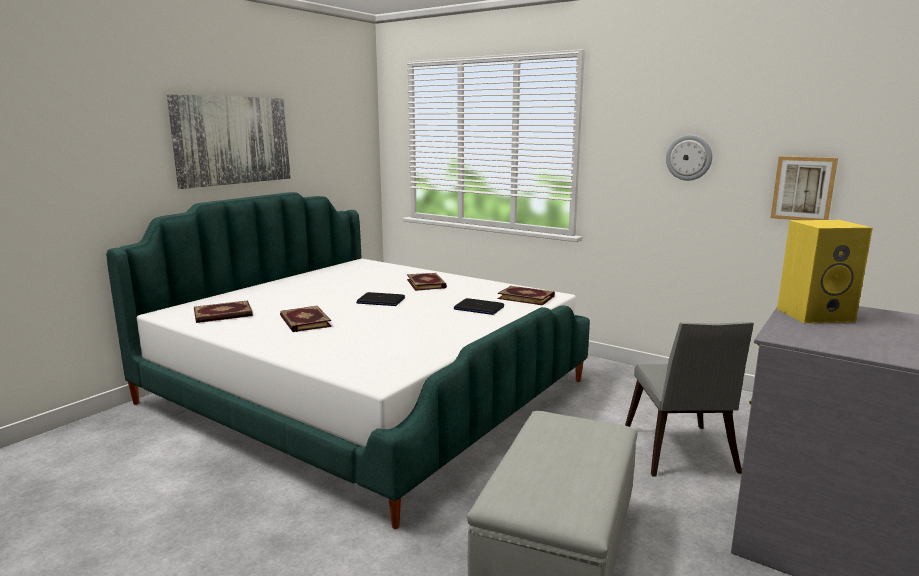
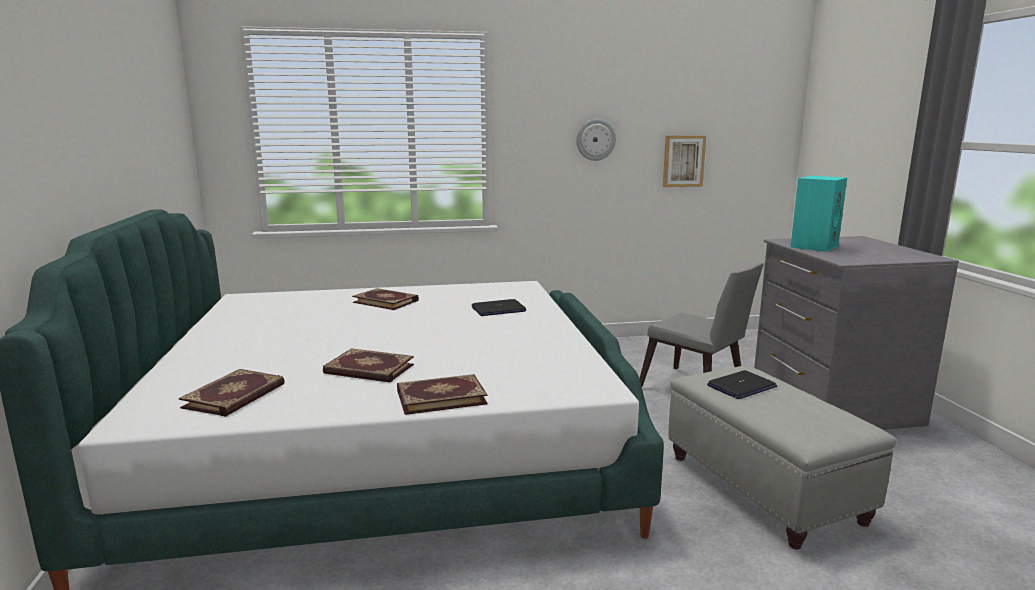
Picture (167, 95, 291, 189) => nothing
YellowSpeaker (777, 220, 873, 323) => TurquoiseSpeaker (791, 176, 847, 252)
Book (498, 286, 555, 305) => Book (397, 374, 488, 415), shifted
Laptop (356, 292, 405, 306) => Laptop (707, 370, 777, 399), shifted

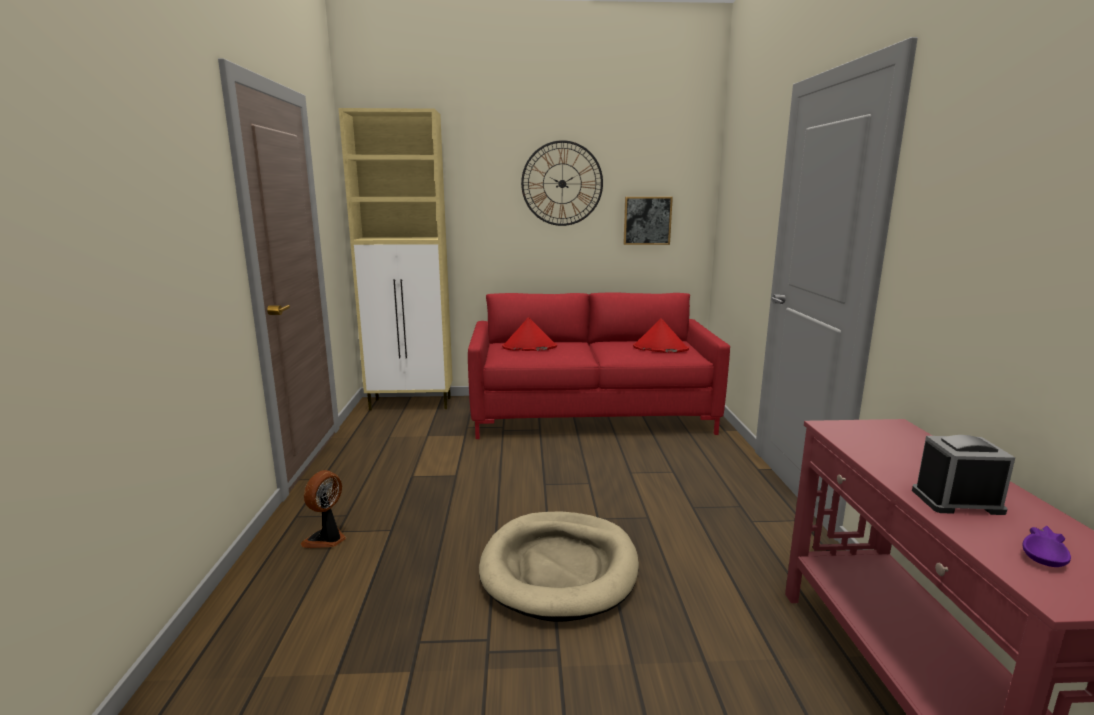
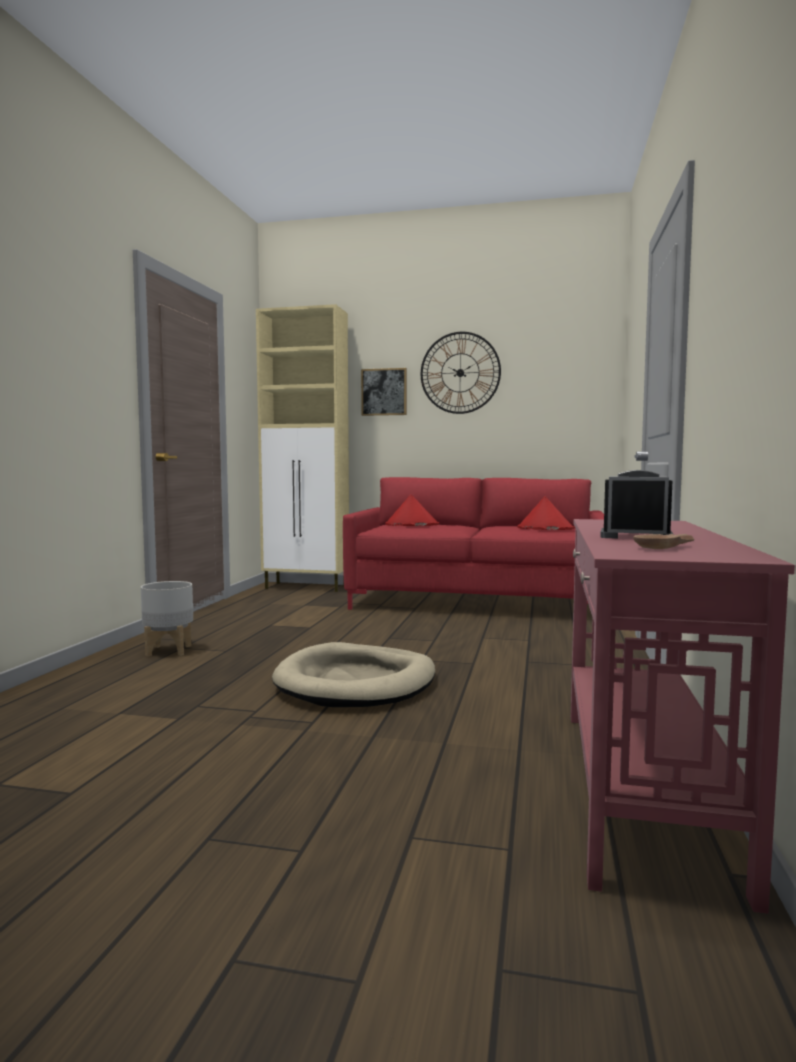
Picture (623, 197, 673, 245) => Picture (361, 368, 407, 416), shifted
Fan (301, 470, 346, 548) => GreyPlanter (141, 581, 193, 657)
PurpleBowl (1022, 526, 1071, 567) => BrownBowl (633, 534, 694, 549)

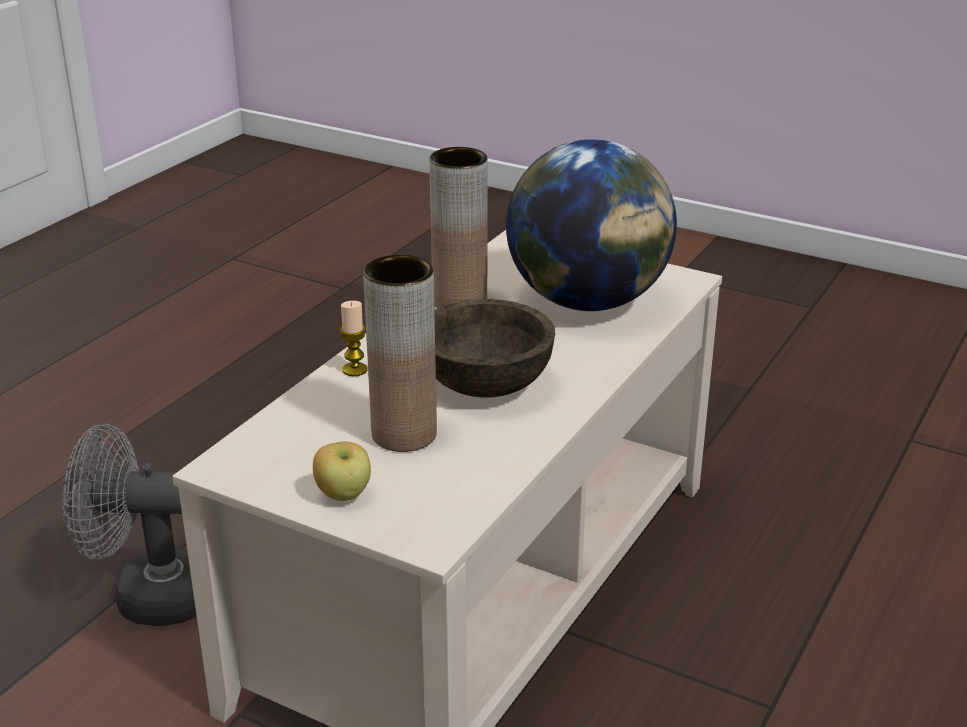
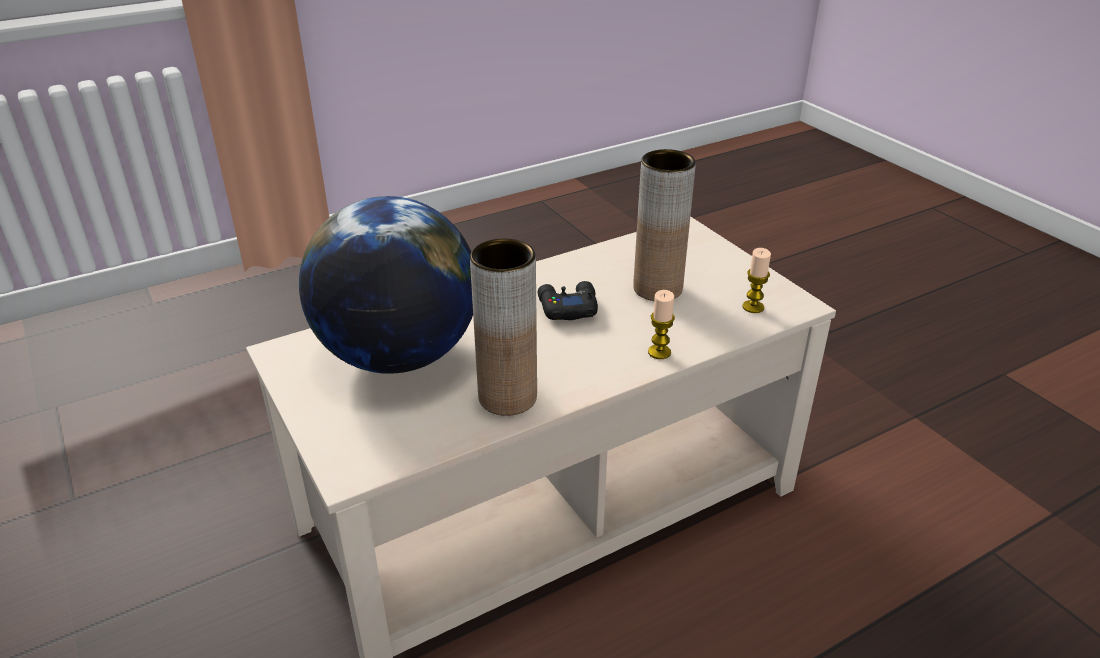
BrownBowl (434, 299, 555, 397) => BlackGameController (538, 281, 598, 320)
GreyFan (62, 424, 197, 626) => nothing
Apple (313, 441, 371, 501) => nothing
nothing => Candle (743, 248, 771, 313)

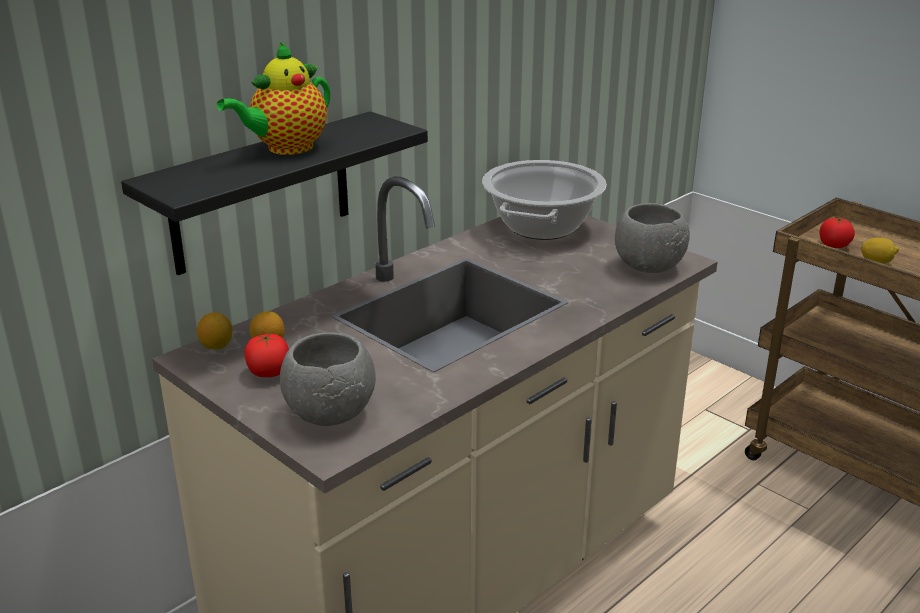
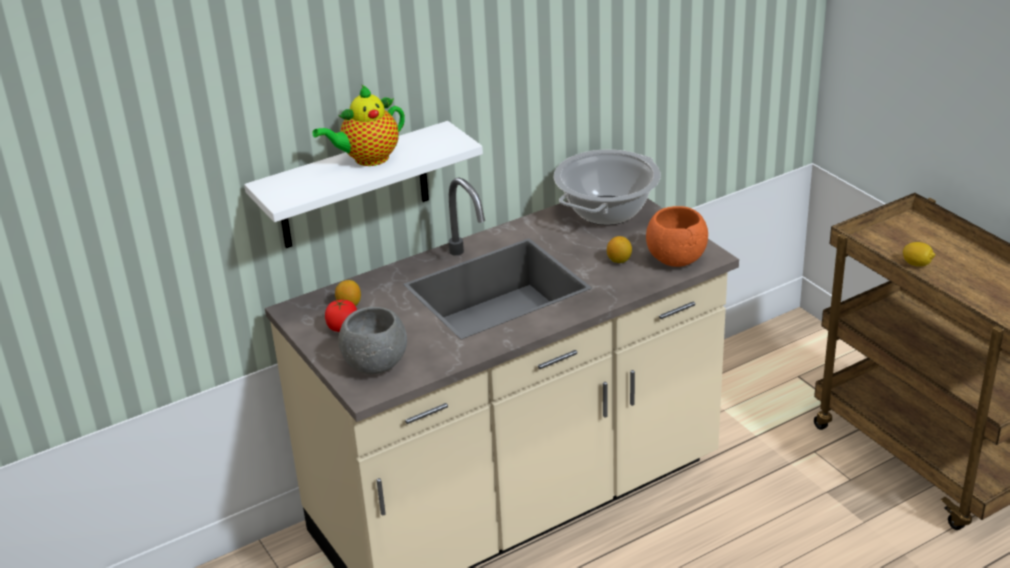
BlackShelf (121, 111, 428, 275) => WhiteShelf (244, 121, 483, 248)
GreyBowl (615, 203, 690, 273) => OrangeBowl (646, 206, 708, 267)
Tomato (819, 218, 855, 248) => nothing
Lemon (197, 312, 232, 349) => Lemon (607, 236, 632, 263), shifted

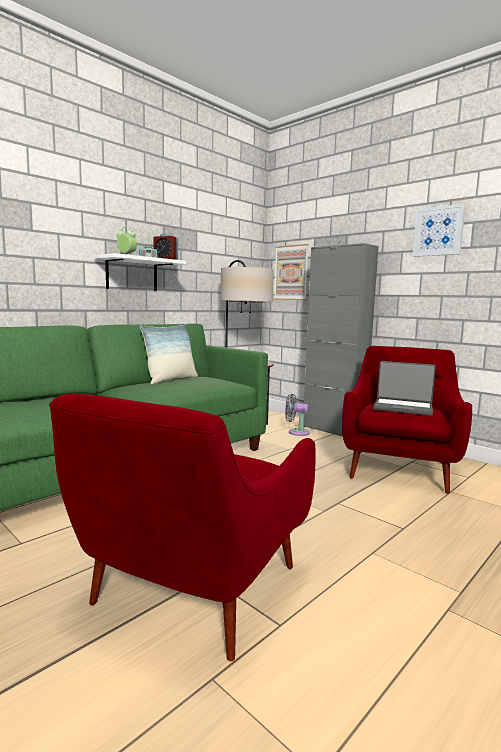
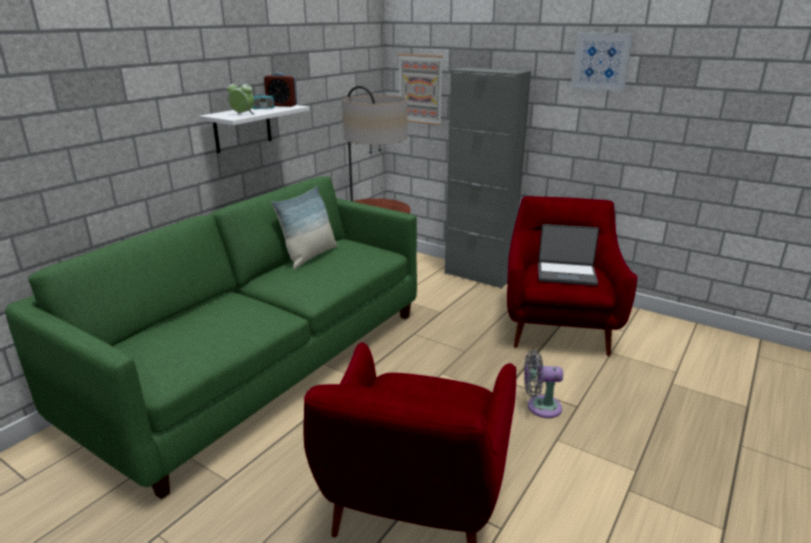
GreyFan (285, 394, 310, 436) => GreyFan (524, 350, 563, 418), shifted

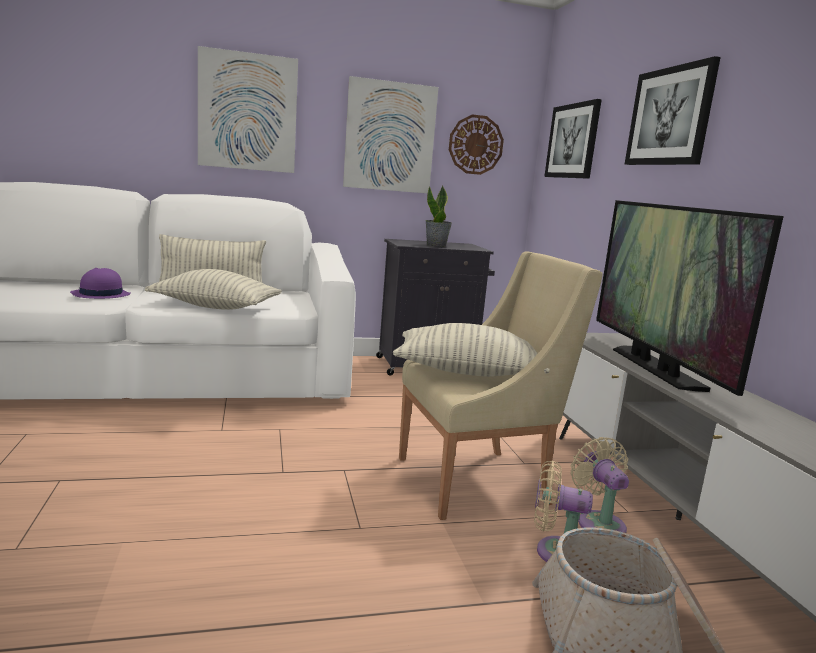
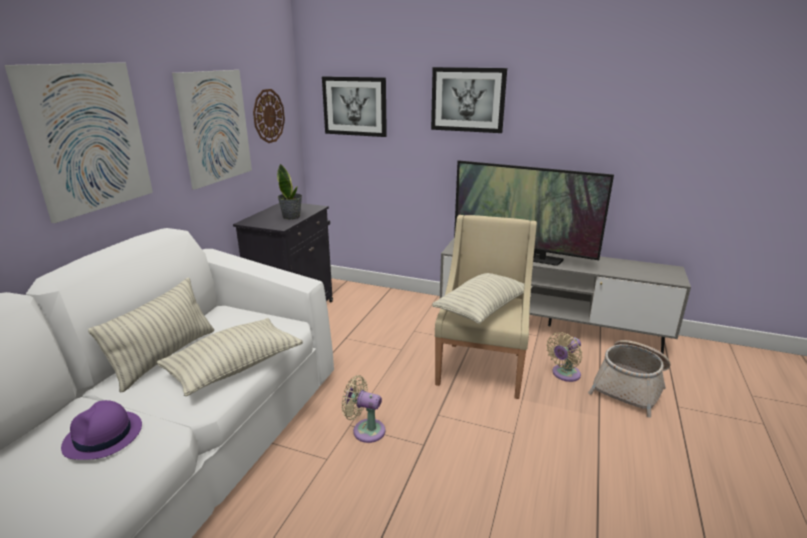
BeigeFan (571, 437, 629, 533) => BeigeFan (341, 375, 386, 443), shifted

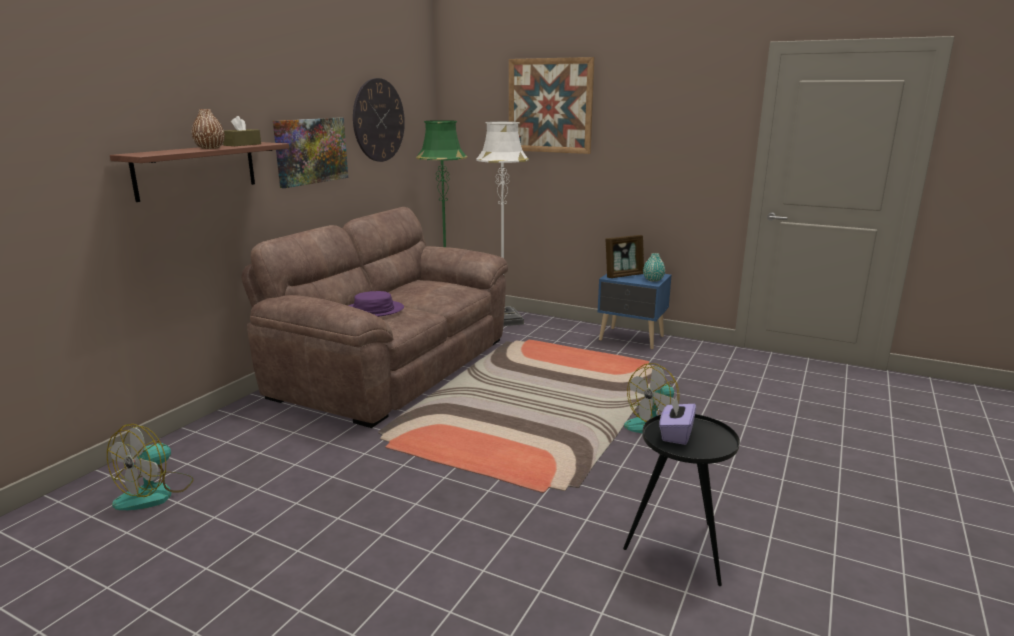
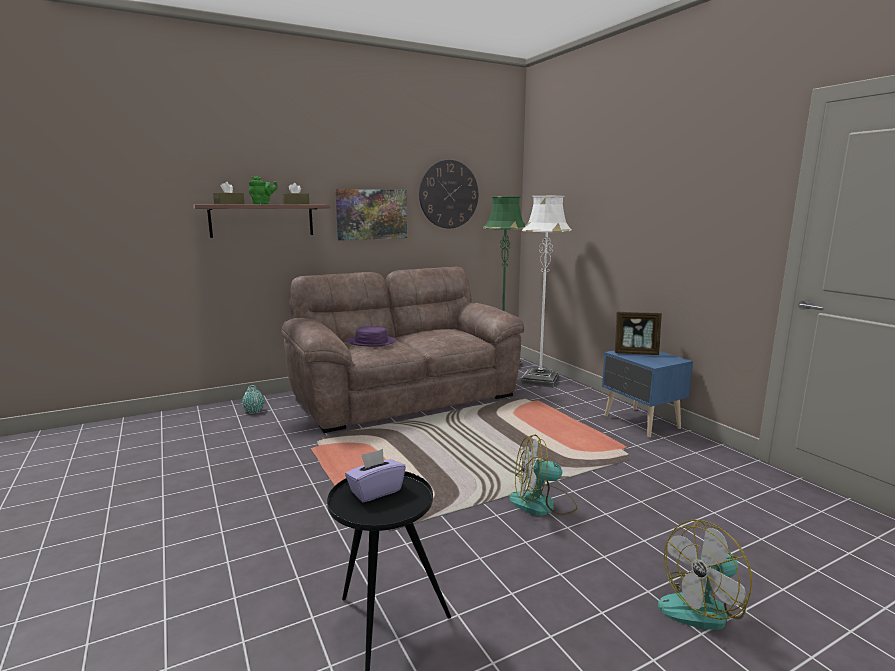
Picture (509, 57, 595, 154) => nothing
BrownVase (192, 109, 225, 149) => GreenTeapot (248, 176, 278, 204)
TurquoiseVase (643, 253, 665, 282) => TurquoiseVase (242, 385, 264, 413), shifted
Fan (107, 424, 194, 510) => Fan (658, 520, 752, 630), shifted
nothing => BrownTissueBox (213, 182, 244, 204)

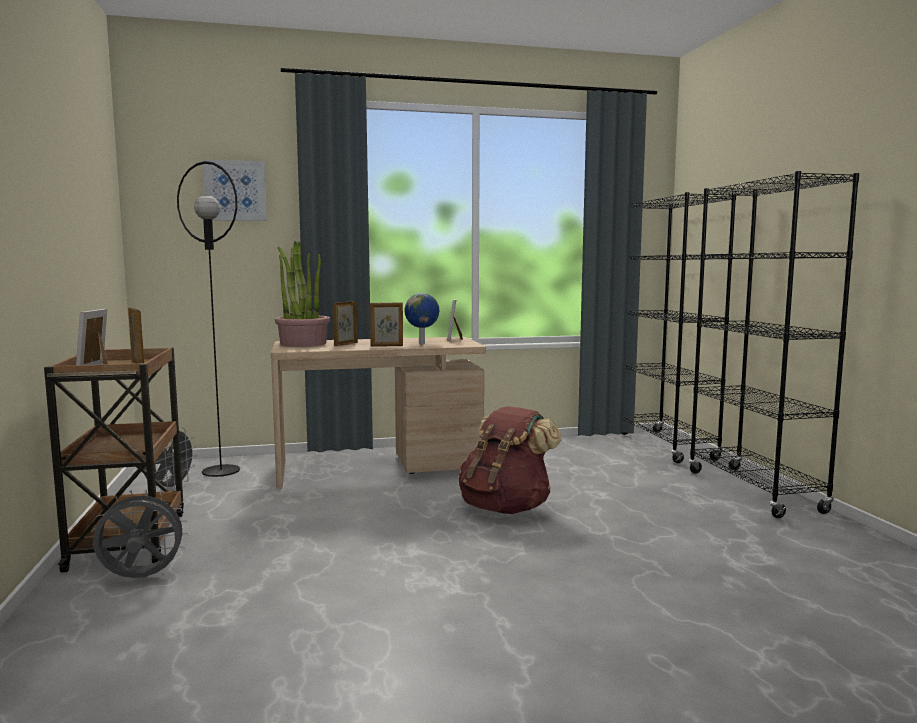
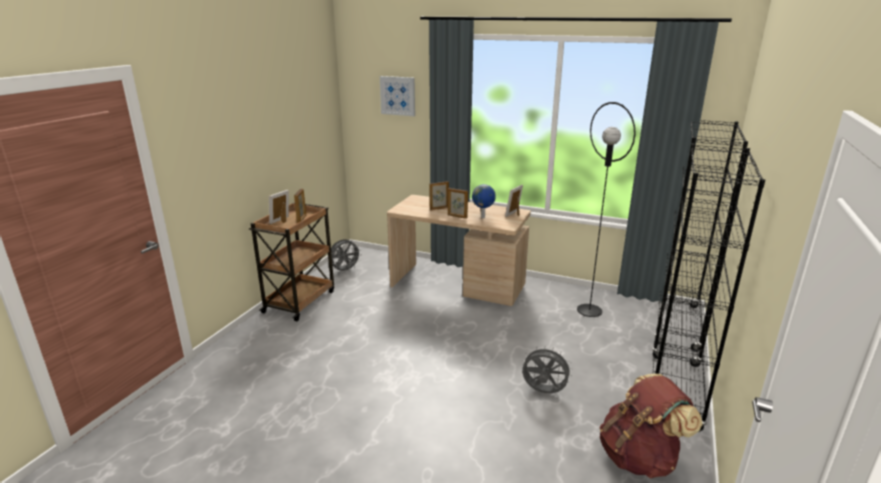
BlackFloorLamp (177, 161, 240, 477) => BlackFloorLamp (577, 102, 636, 317), shifted
PottedPlant (275, 241, 330, 346) => nothing
BrownBackpack (458, 406, 562, 514) => BrownBackpack (599, 374, 703, 478), shifted
GreyFan (91, 489, 189, 578) => GreyFan (521, 346, 573, 393), shifted

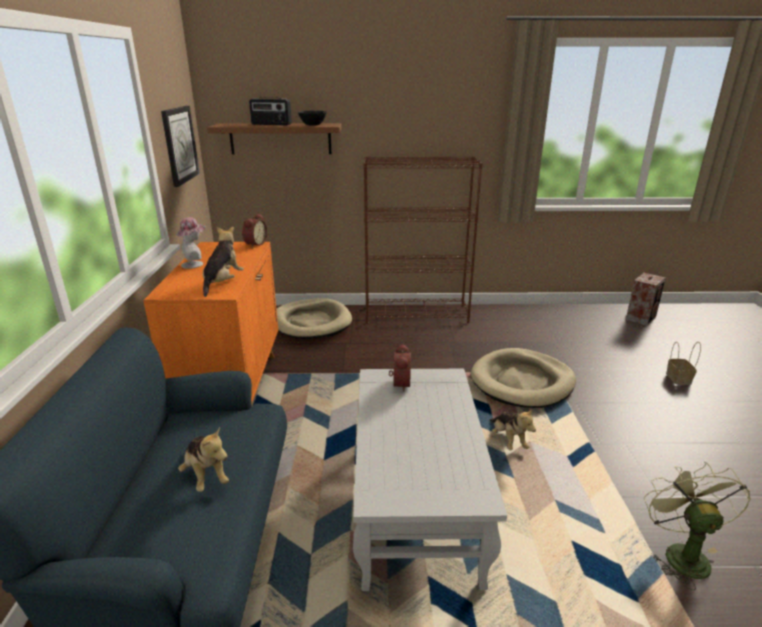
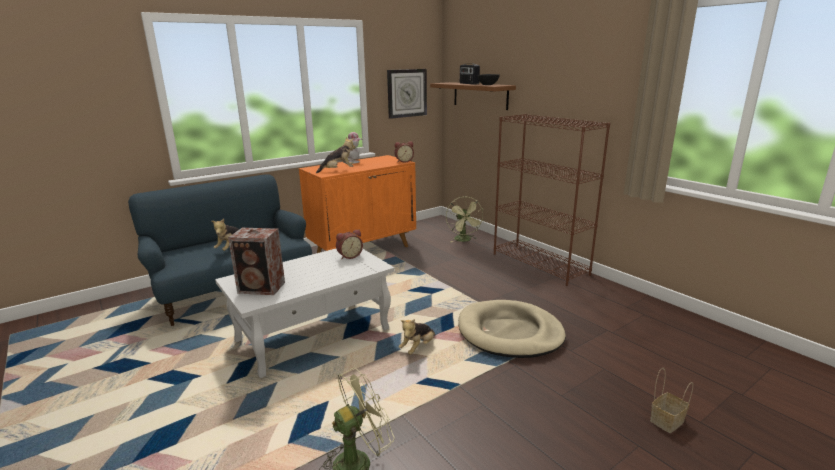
Speaker (626, 273, 666, 326) => Speaker (228, 228, 285, 295), shifted
BeigeDogBed (277, 298, 352, 339) => GreenFan (446, 197, 484, 242)

